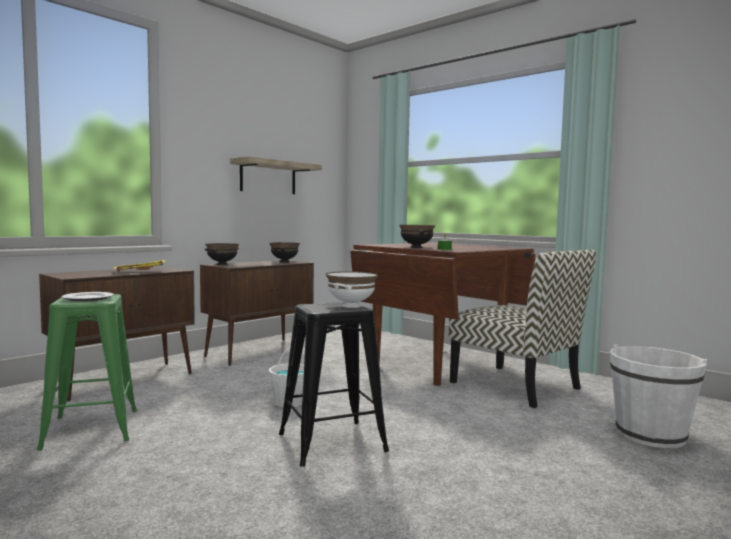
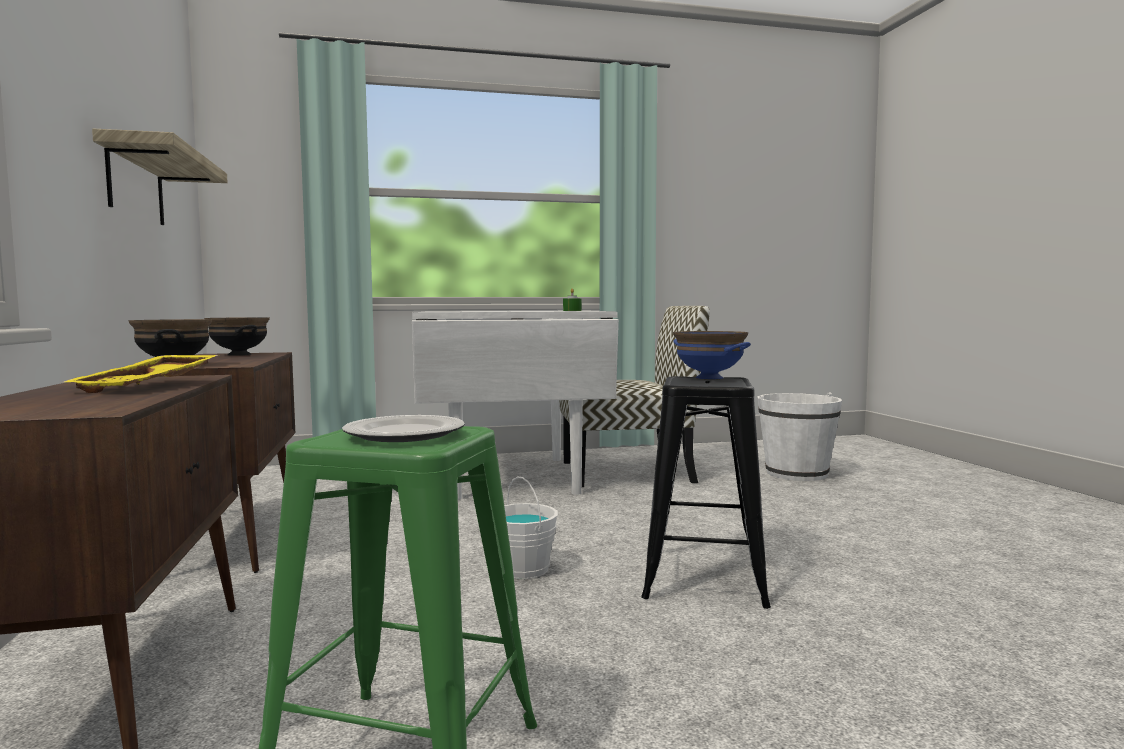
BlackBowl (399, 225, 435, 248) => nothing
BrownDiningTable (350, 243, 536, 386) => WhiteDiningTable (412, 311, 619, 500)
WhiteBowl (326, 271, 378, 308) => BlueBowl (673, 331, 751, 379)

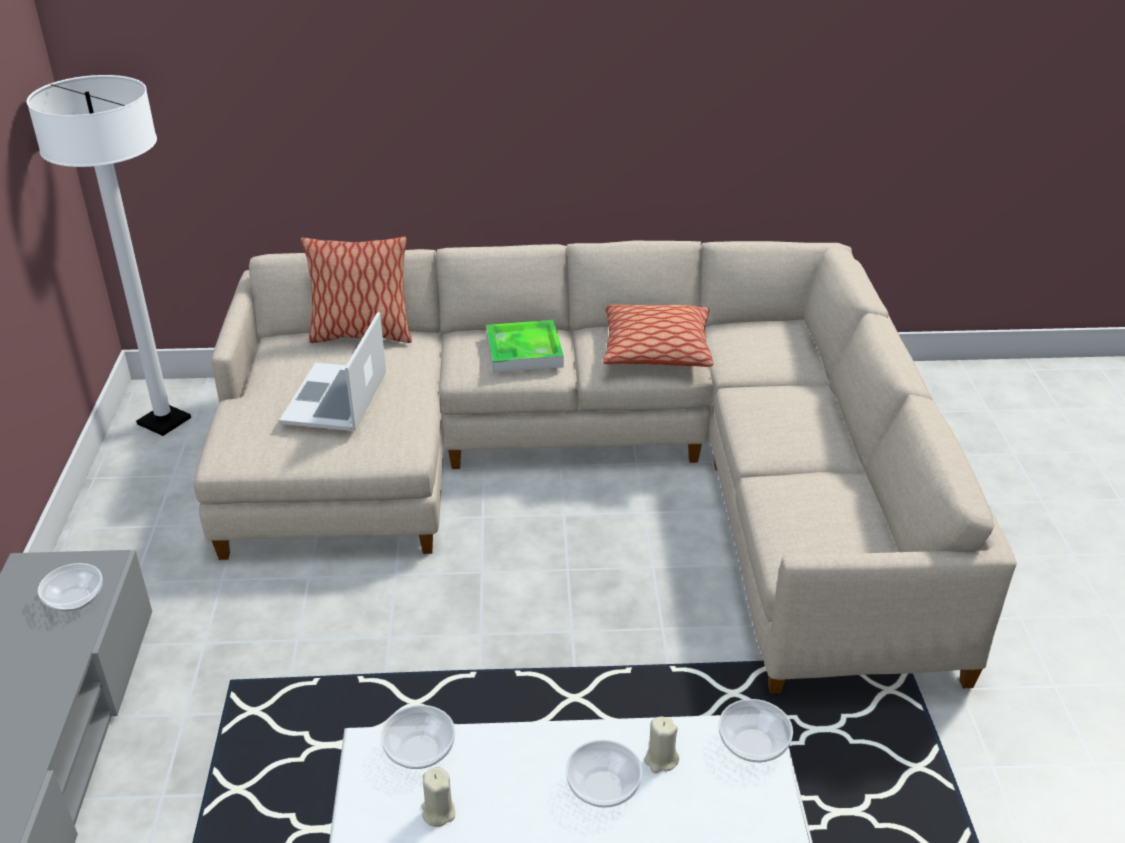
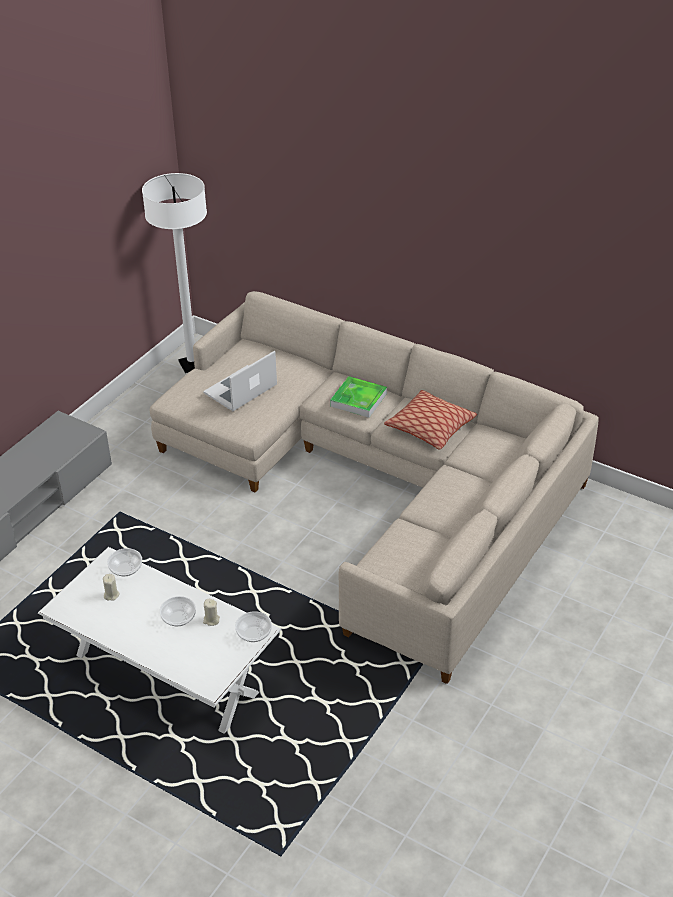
Pillow (301, 236, 412, 343) => nothing
Bowl (38, 563, 103, 612) => nothing

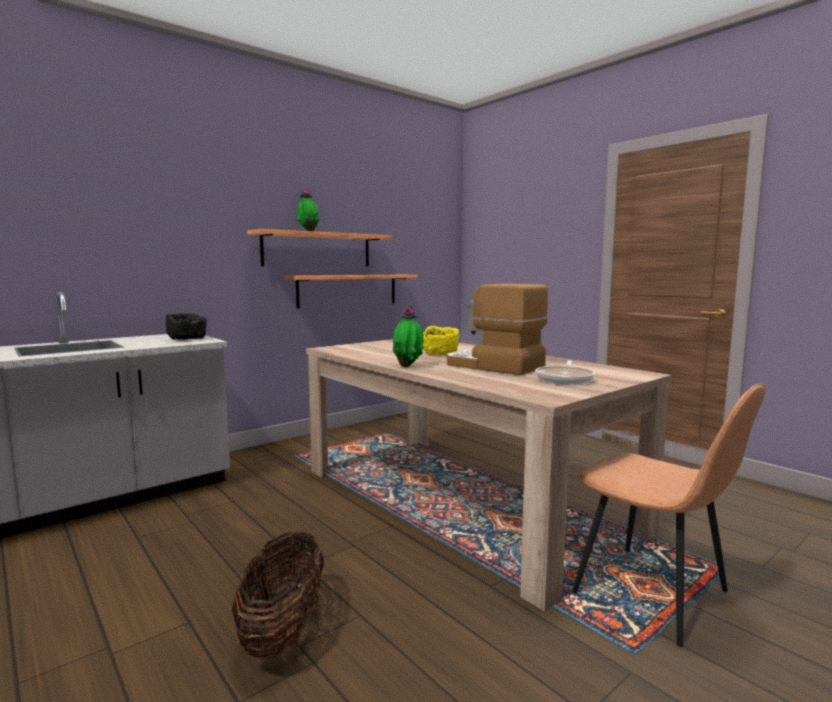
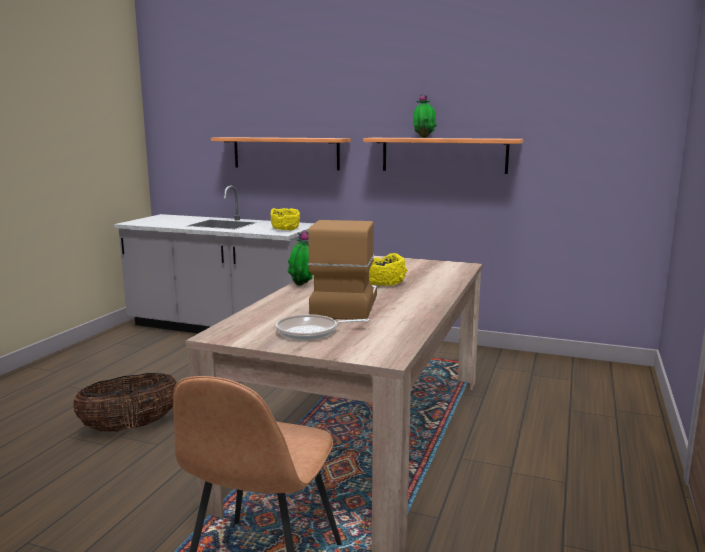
Shelf (284, 275, 418, 308) => Shelf (211, 137, 351, 170), shifted
BlackBowl (166, 313, 207, 340) => YellowBowl (271, 208, 300, 231)

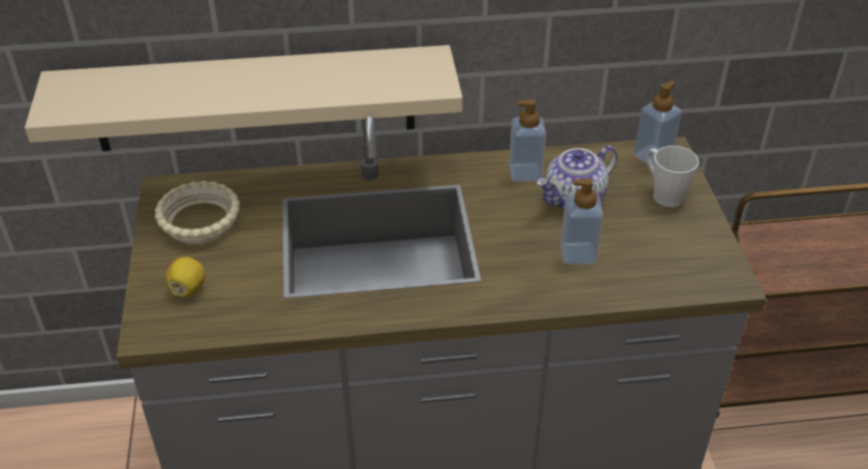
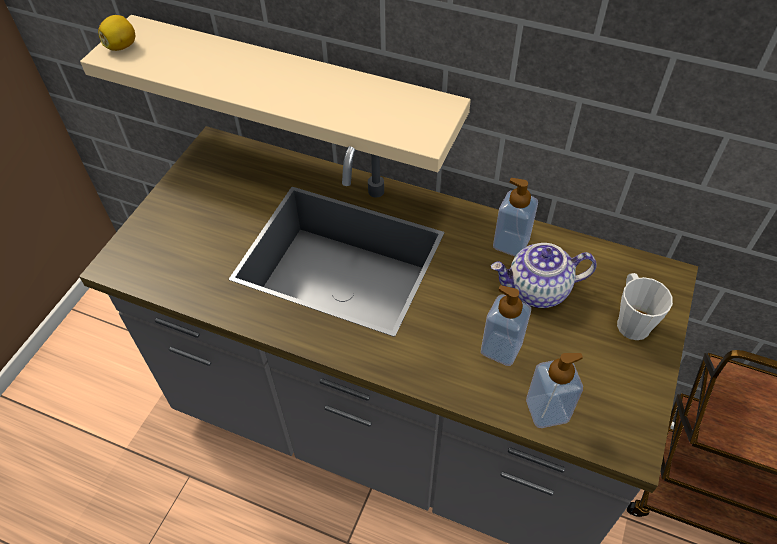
SoapDispenser (634, 81, 682, 166) => SoapDispenser (526, 353, 583, 428), shifted
BeigeBowl (155, 181, 240, 243) => nothing
Lemon (166, 257, 205, 297) => Lemon (98, 15, 135, 51), shifted

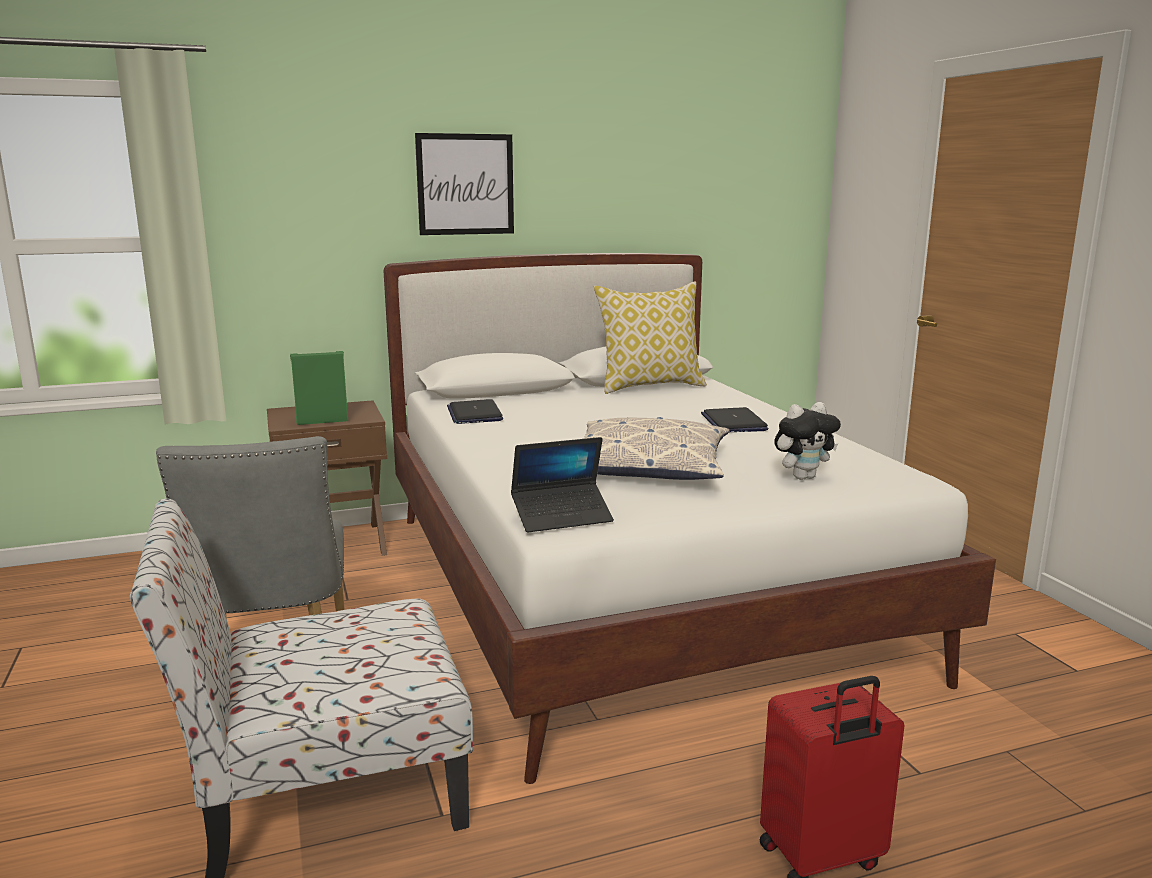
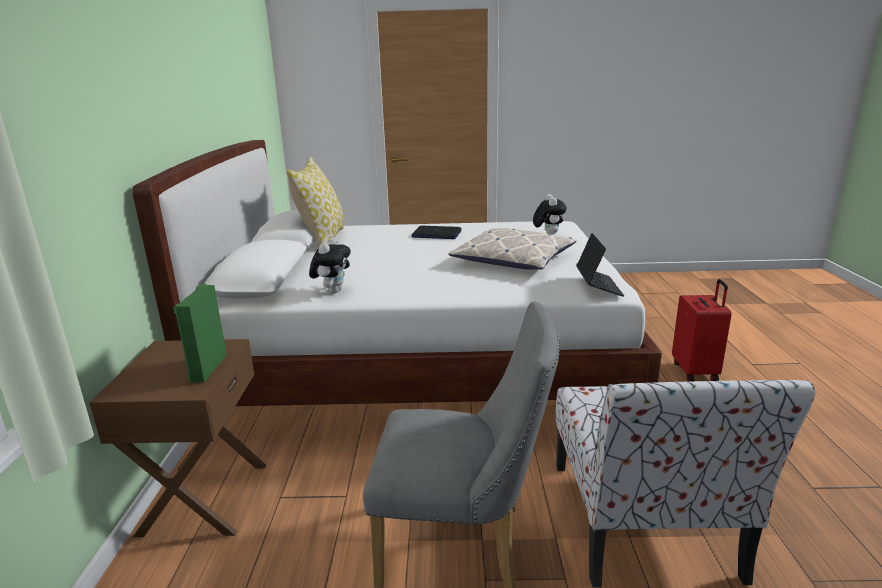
Picture (415, 133, 514, 235) => nothing
Laptop (447, 399, 503, 424) => PlushToy (309, 237, 351, 293)

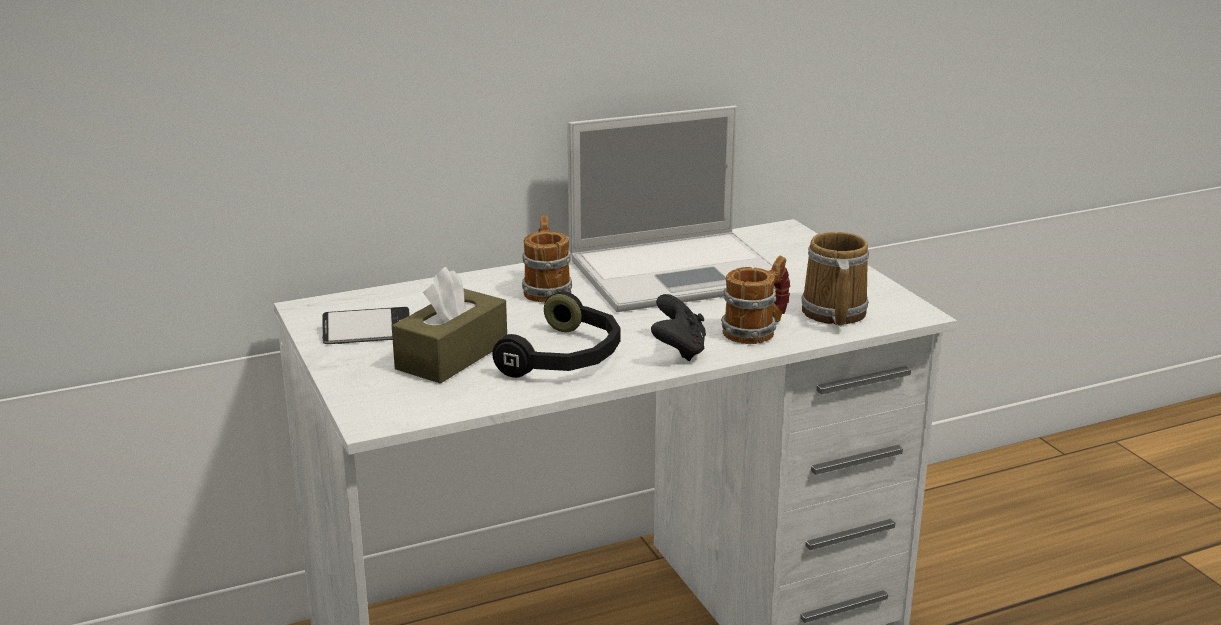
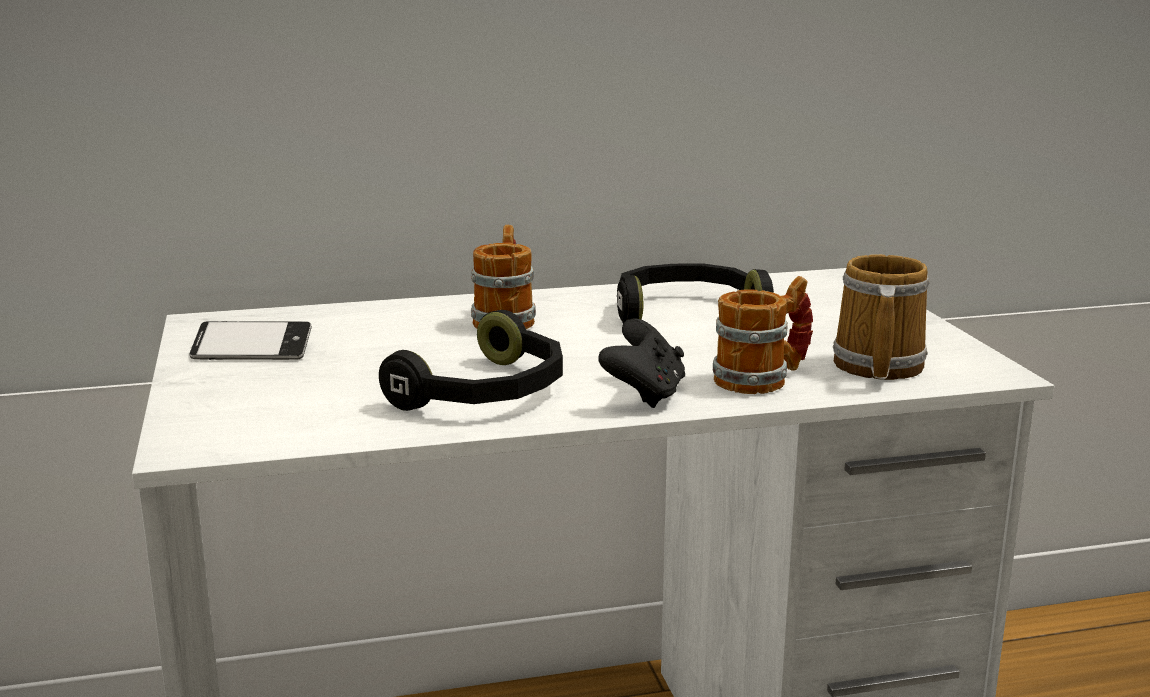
Laptop (567, 106, 790, 312) => BlackHeadphones (617, 263, 774, 323)
BrownTissueBox (392, 267, 507, 384) => nothing

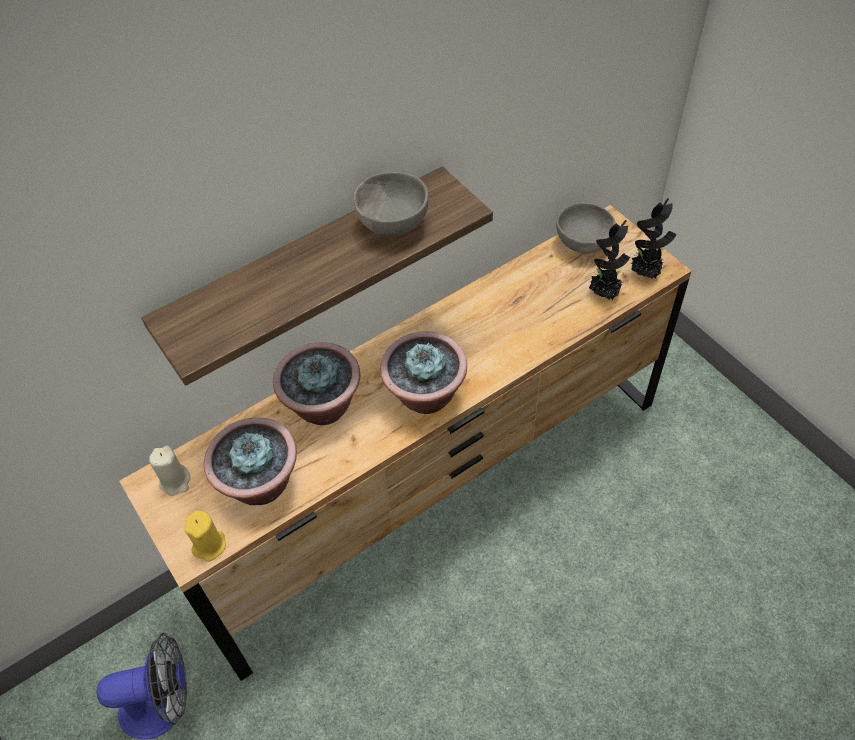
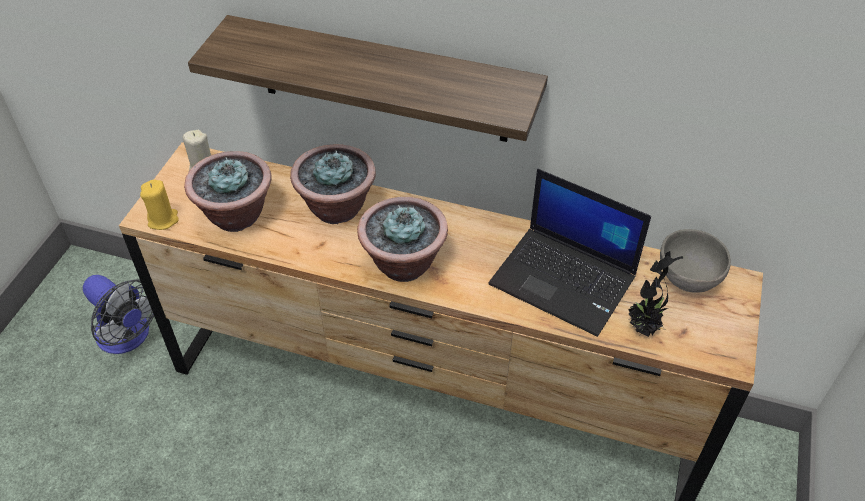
GreyBowl (354, 171, 429, 236) => nothing
PottedPlant (631, 198, 676, 279) => nothing
nothing => Laptop (488, 169, 651, 337)

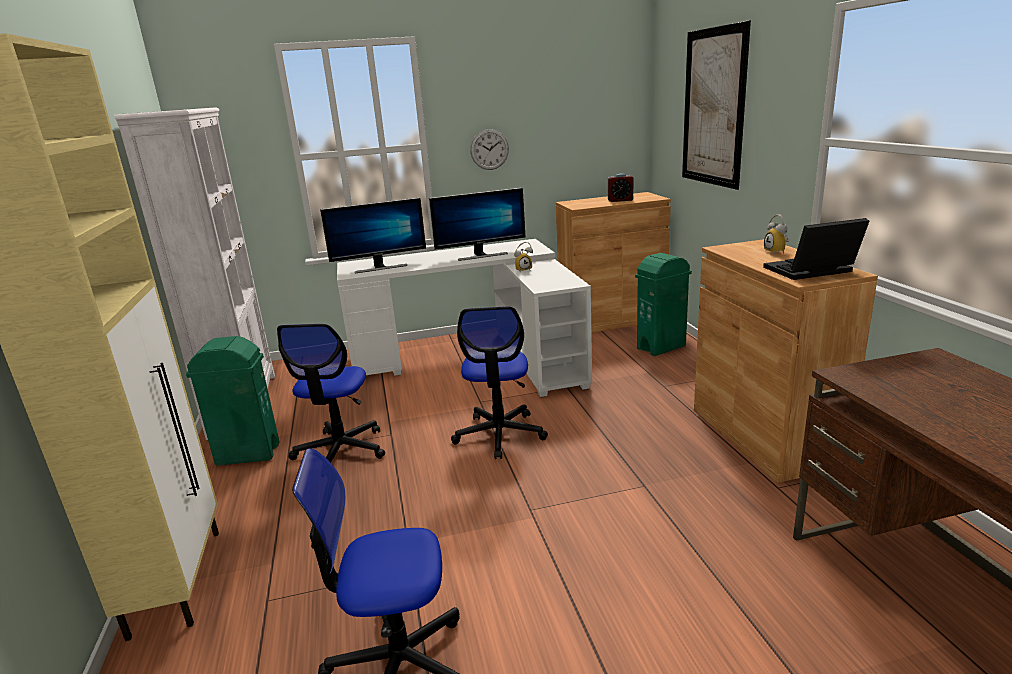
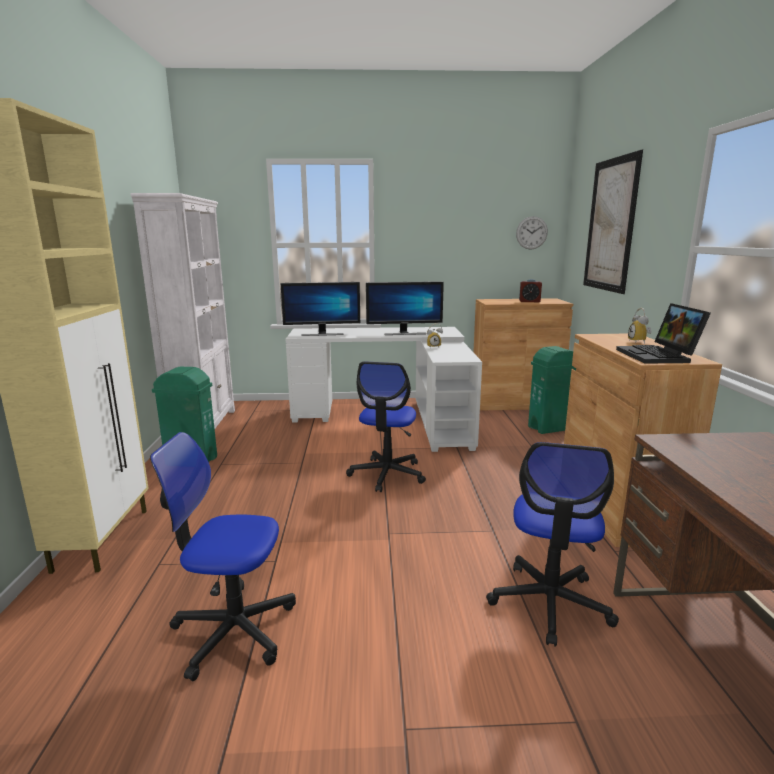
WallClock (470, 129, 509, 170) => WallClock (516, 216, 548, 250), shifted
Laptop (763, 218, 869, 280) => Laptop (616, 303, 711, 364), 90 degrees counterclockwise
OfficeChair (277, 324, 385, 463) => OfficeChair (486, 442, 619, 647), shifted

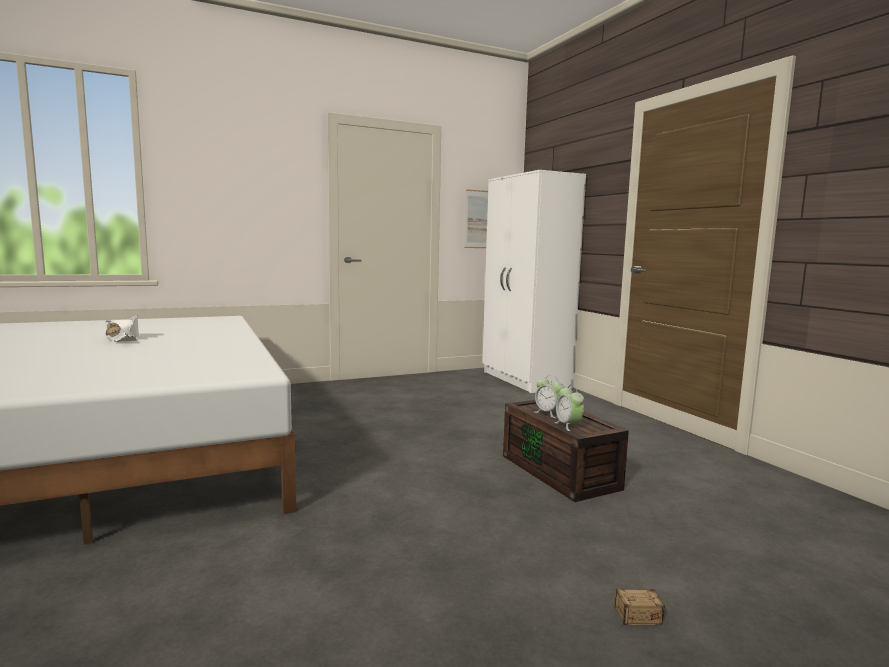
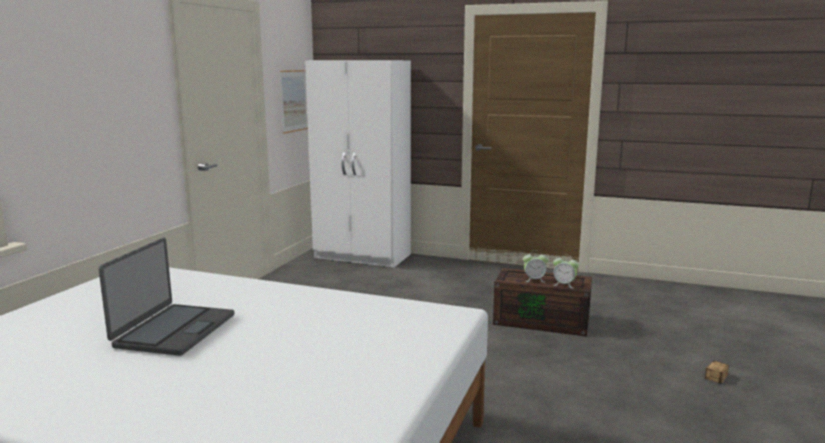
WhiteHat (105, 315, 139, 342) => Laptop (98, 238, 234, 356)

